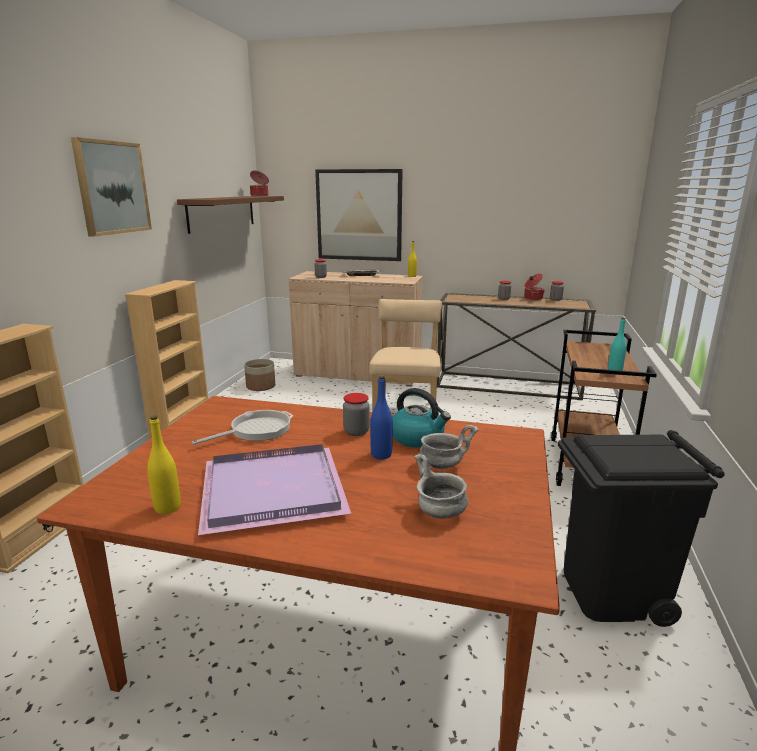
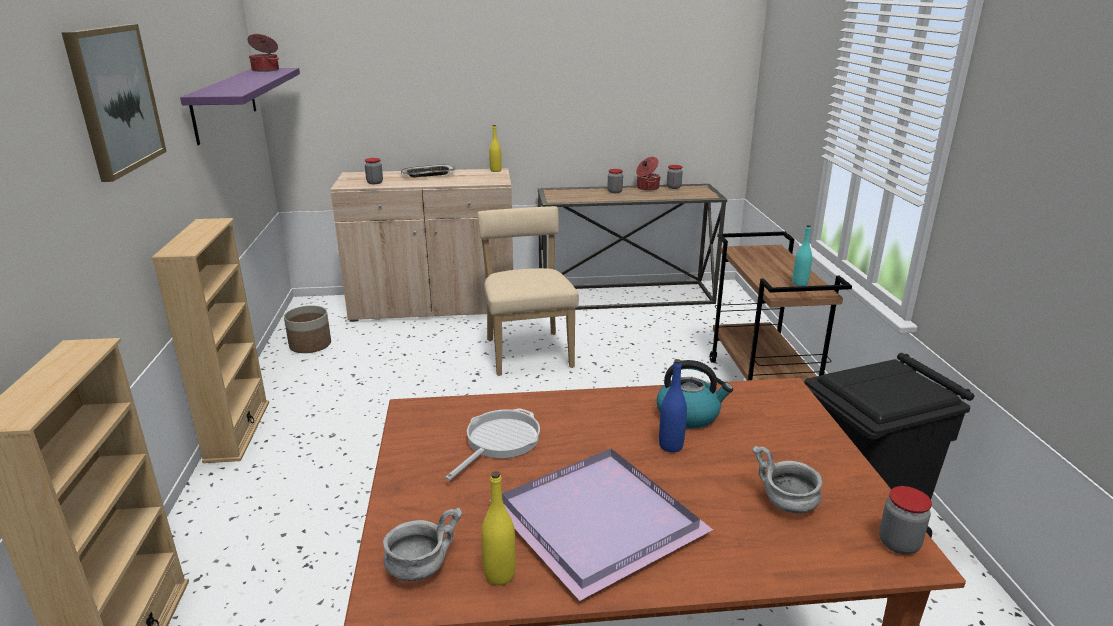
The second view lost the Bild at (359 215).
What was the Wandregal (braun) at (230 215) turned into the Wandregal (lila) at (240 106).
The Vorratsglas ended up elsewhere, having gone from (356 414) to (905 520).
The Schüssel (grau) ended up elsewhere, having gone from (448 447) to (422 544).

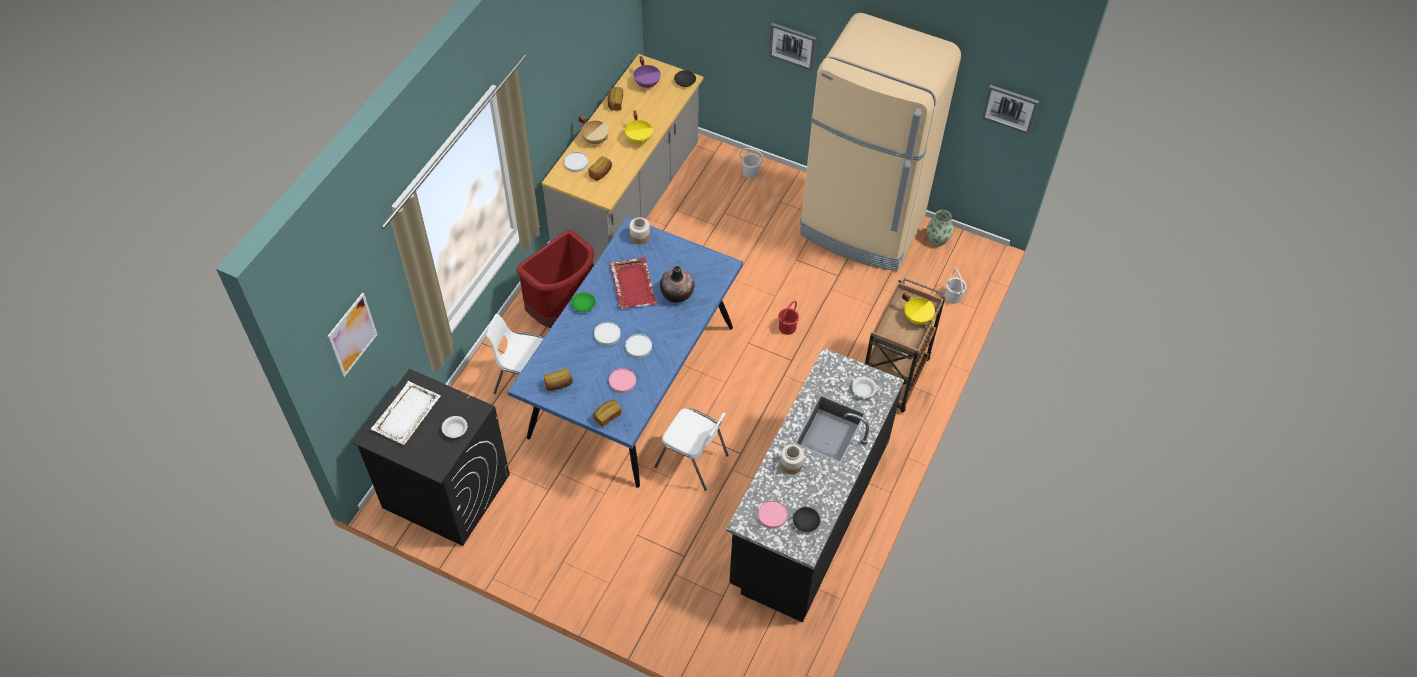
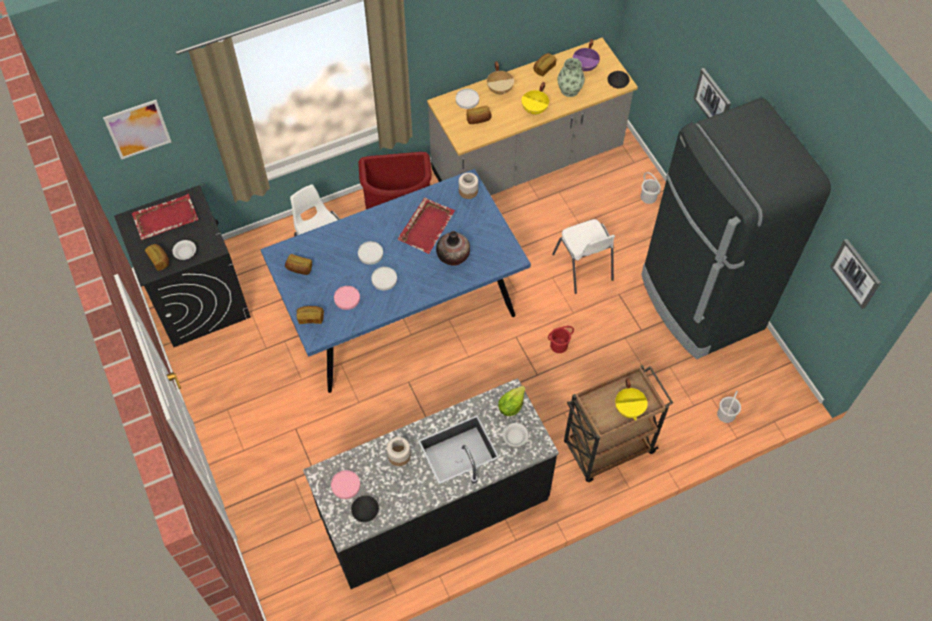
What was the Kühlschrank (beige) at (880 142) turned into the Kühlschrank (schwarz) at (736 228).
The Vase ended up elsewhere, having gone from (940 228) to (571 77).
The second view lost the Schüssel (grün) at (583 302).
What was the Tablett (weiß) at (406 413) turned into the Tablett (rot) at (165 217).
The Stuhl (weiß) ended up elsewhere, having gone from (692 450) to (583 256).
The second view gained the Brot at (157 257).
The second view gained the Salatkopf at (511 401).

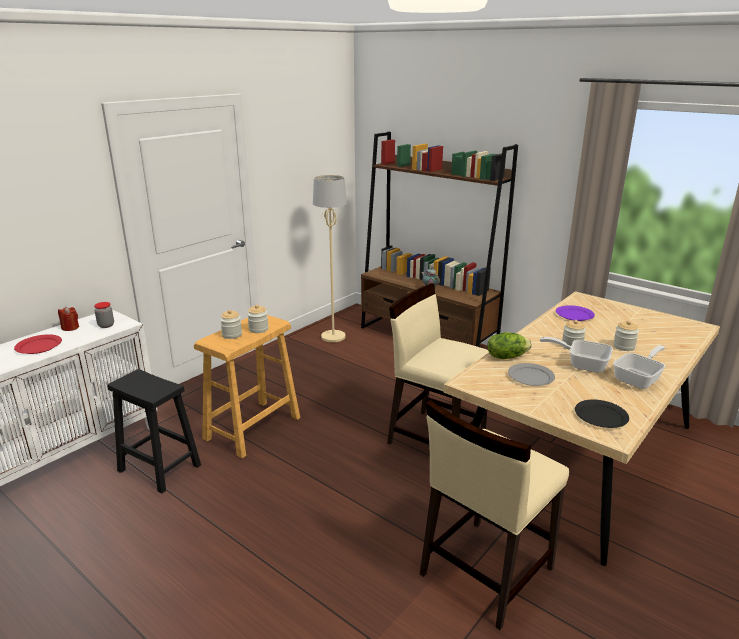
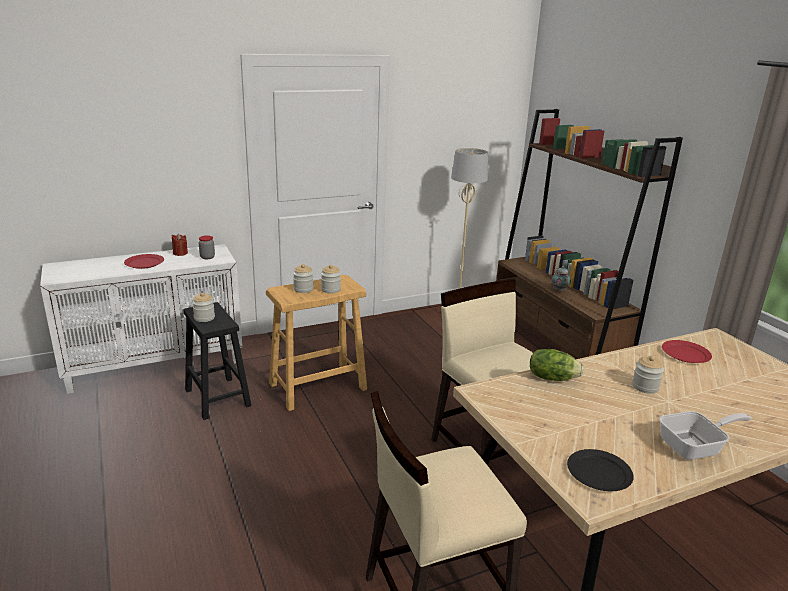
What was the Teller (lila) at (575 313) turned into the Teller (rot) at (687 351).
The Vorratsglas ended up elsewhere, having gone from (626 335) to (203 307).
The second view lost the Pfanne at (576 355).
The second view lost the Teller (grau) at (531 374).

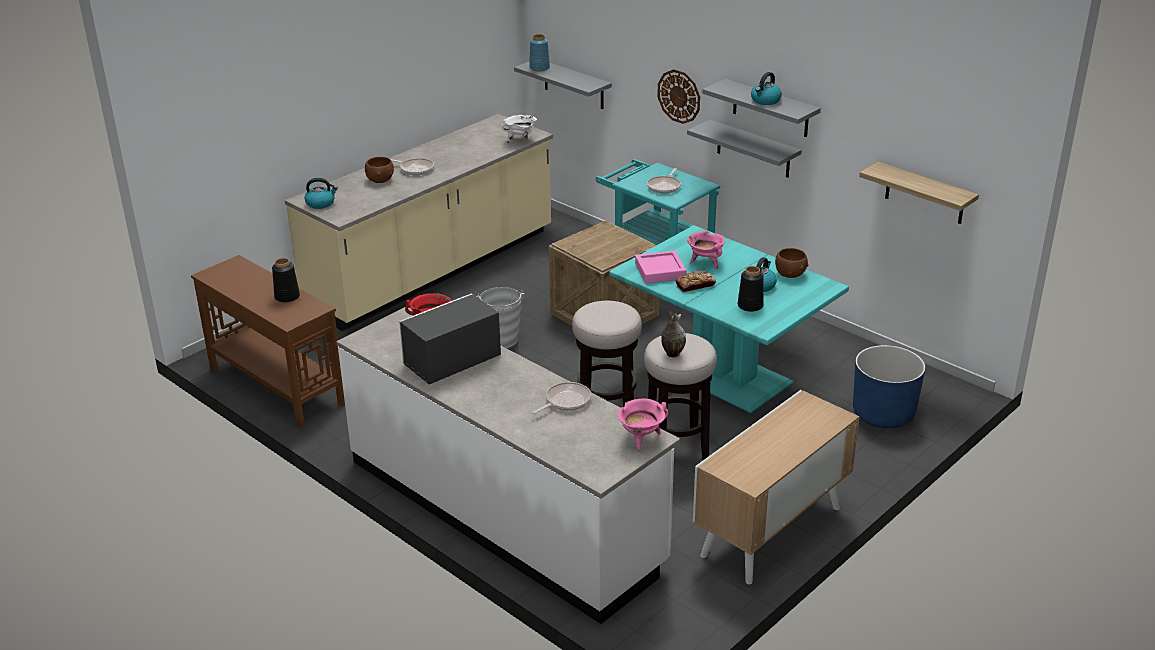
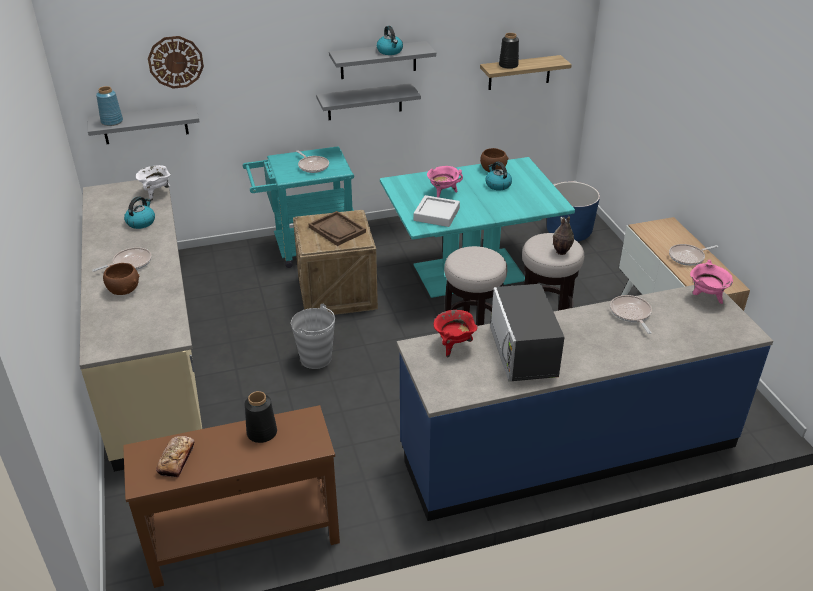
The Wanduhr ended up elsewhere, having gone from (678 96) to (176 62).
The Wasserkessel ended up elsewhere, having gone from (321 193) to (139 212).
What was the Tablett (rosa) at (661 267) turned into the Tablett (grau) at (437 211).
The Vase (schwarz) ended up elsewhere, having gone from (751 289) to (509 51).
The Brot ended up elsewhere, having gone from (696 281) to (175 457).
What was the Küchenzeile (weiß) at (508 465) turned into the Küchenzeile (blau) at (585 403).
The second view gained the Tablett (braun) at (337 228).
The second view gained the Pfanne at (693 255).

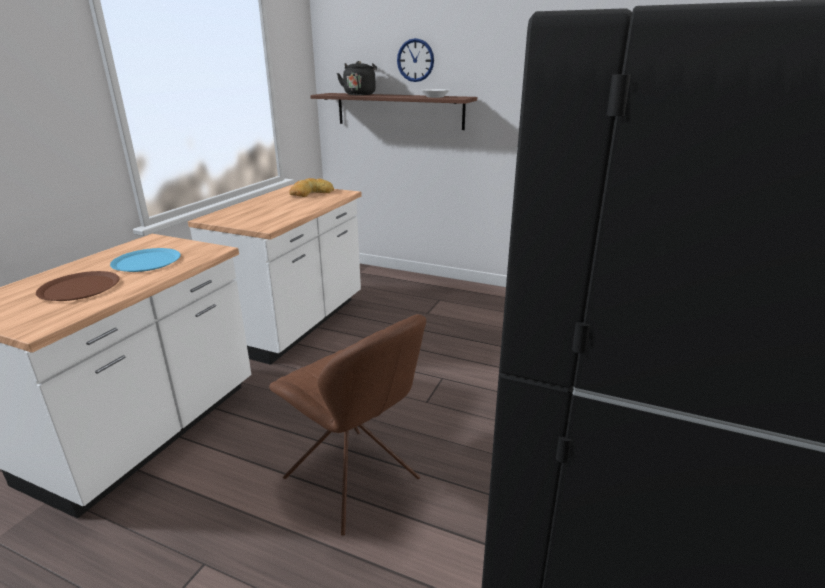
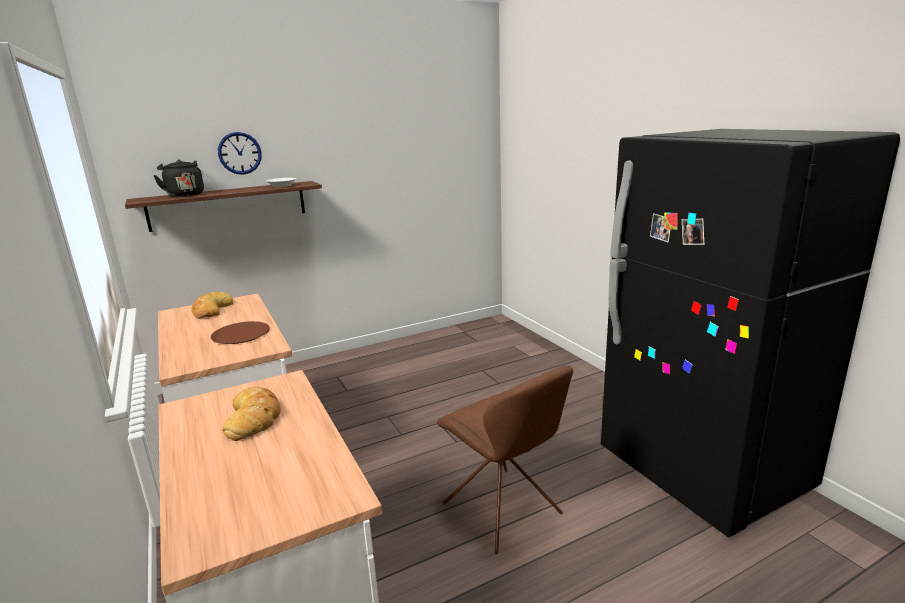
Where the Teller (blau) stood at (145 260), the Brot came to stand at (251 414).
The Teller (braun) ended up elsewhere, having gone from (77 286) to (240 332).
The Stuhl (braun) at (347 425) ended up facing another way, 60 degrees clockwise from before.

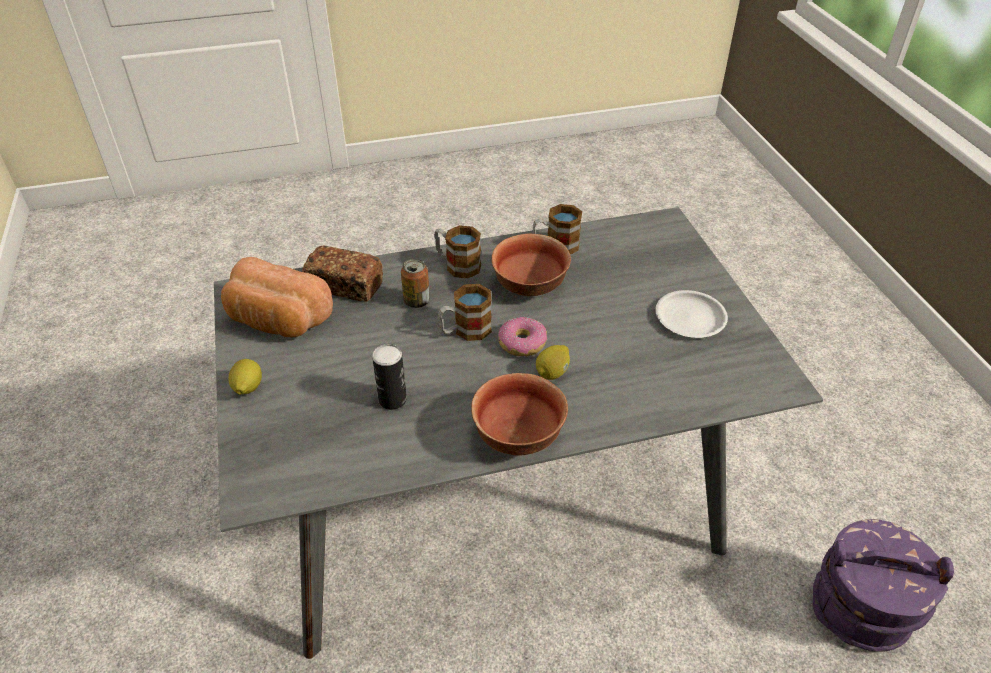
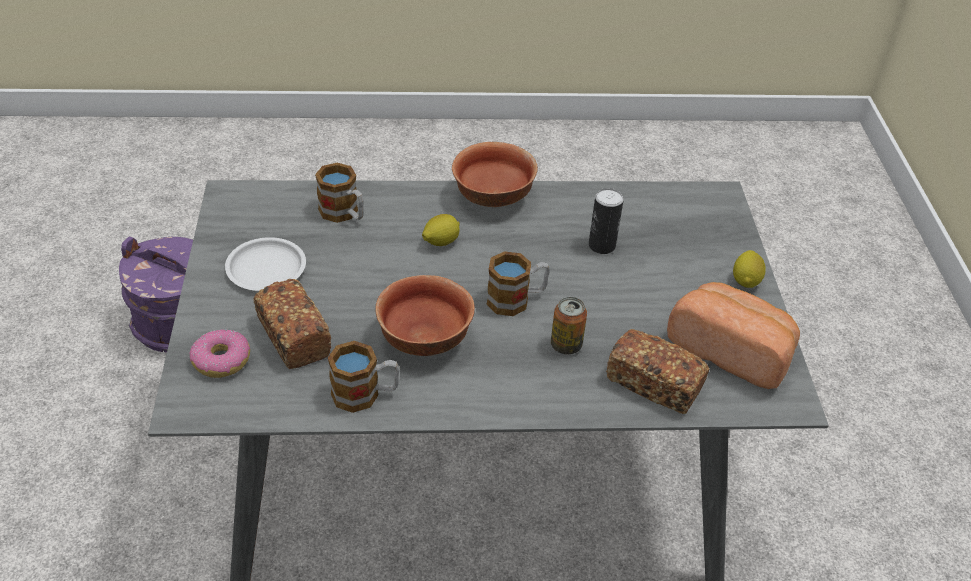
The Henkelbecher ended up elsewhere, having gone from (457 251) to (339 193).
The Donut ended up elsewhere, having gone from (522 336) to (220 353).
The second view gained the Brot at (292 324).

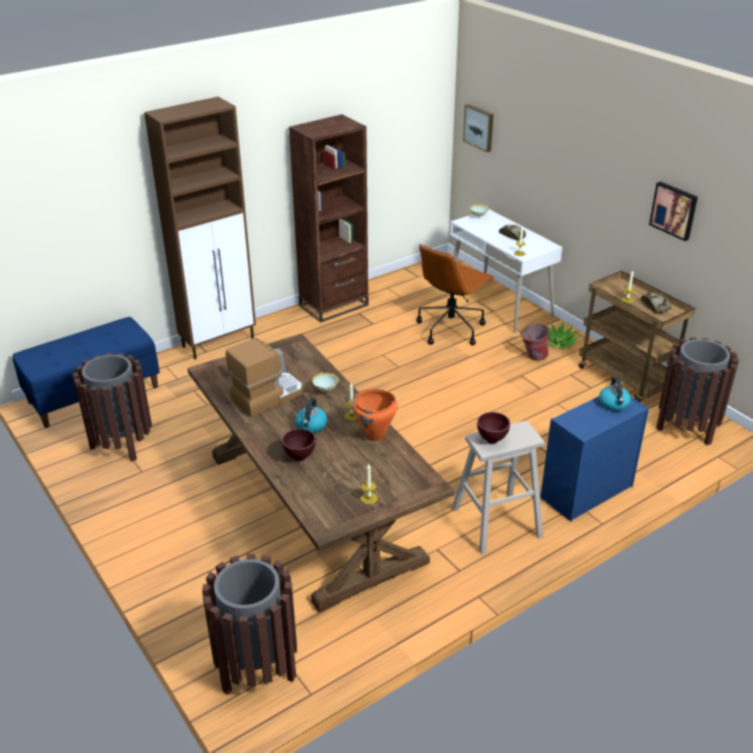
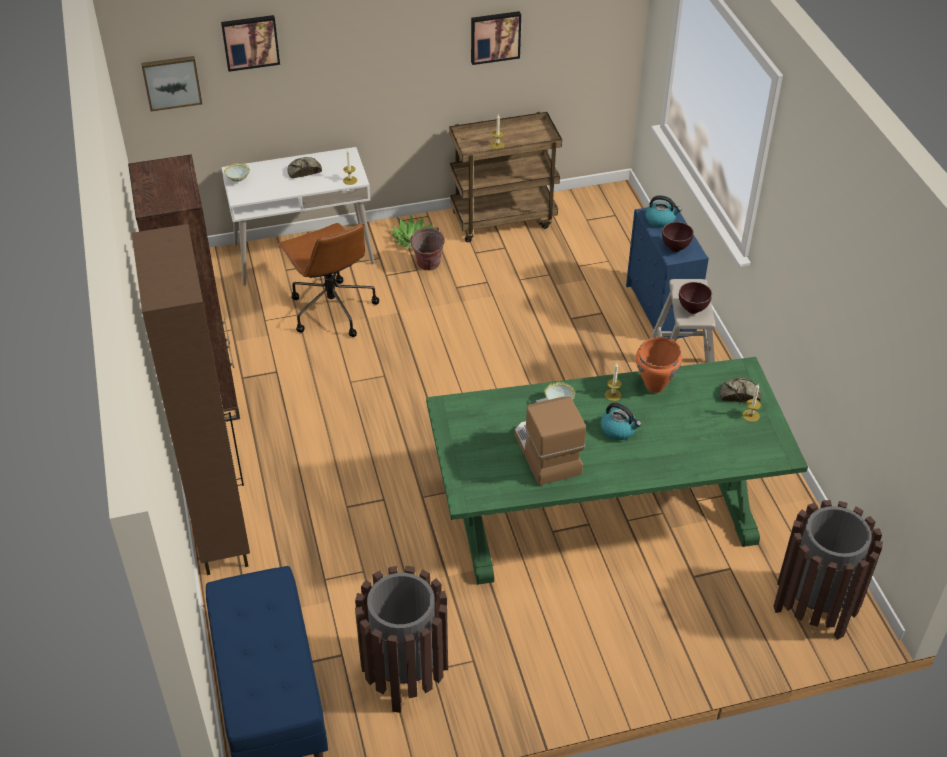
The Brot ended up elsewhere, having gone from (656 303) to (740 390).
What was the Esstisch (braun) at (320 473) turned into the Esstisch (grün) at (617 471).
The second view lost the Mülleimer (braun) at (697 391).
The Schüssel (braun) ended up elsewhere, having gone from (299 445) to (678 237).
The second view gained the Bild at (250 43).

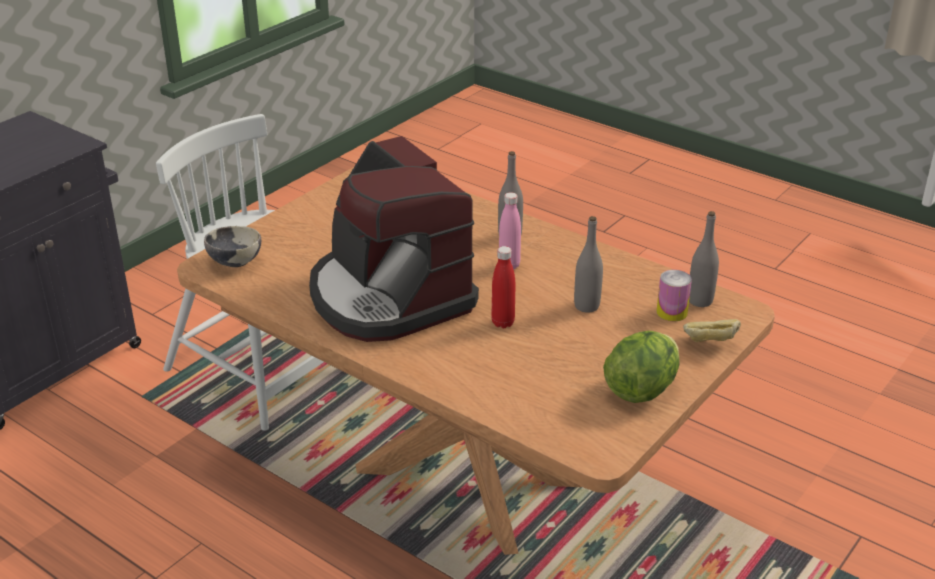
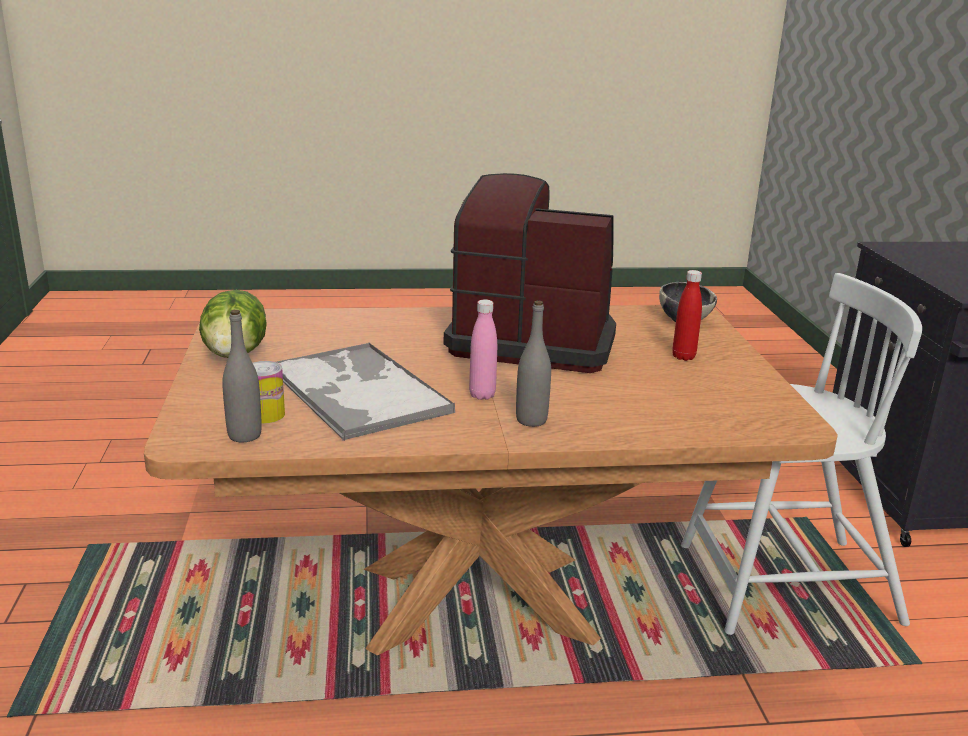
Where the Flasche (grau) stood at (588 264), the Tablett came to stand at (366 392).
The Flasche (rot) ended up elsewhere, having gone from (503 287) to (687 315).
The second view lost the Brot at (712 330).

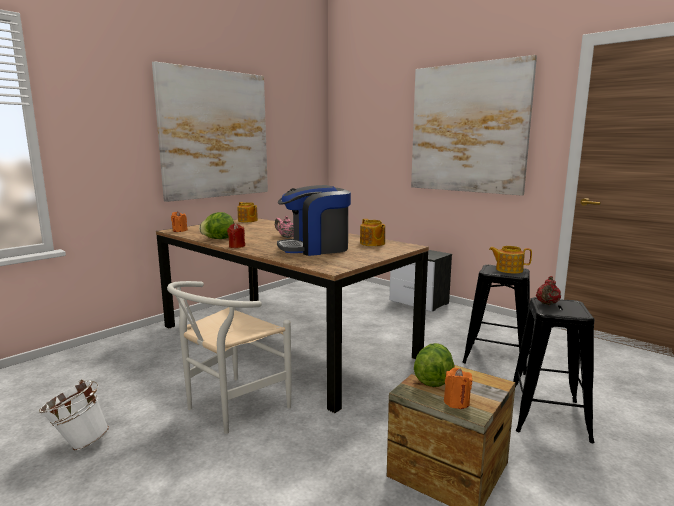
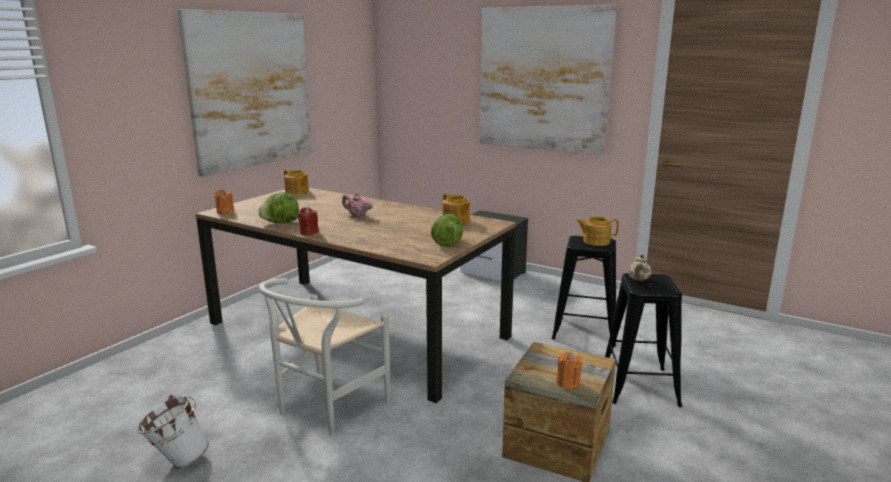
The second view lost the Kaffeemaschine at (314 220).
What was the Teekanne (rot) at (548 290) turned into the Teekanne (beige) at (639 268).
The Salatkopf ended up elsewhere, having gone from (434 365) to (447 230).

